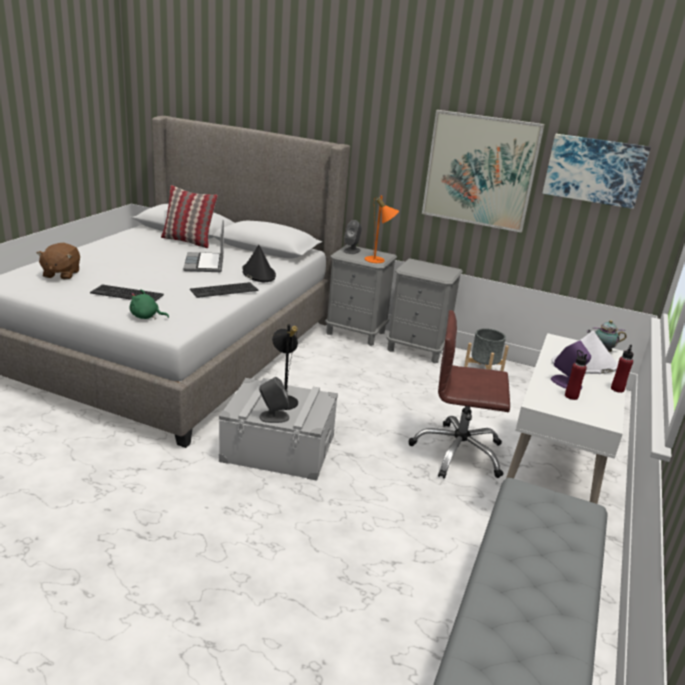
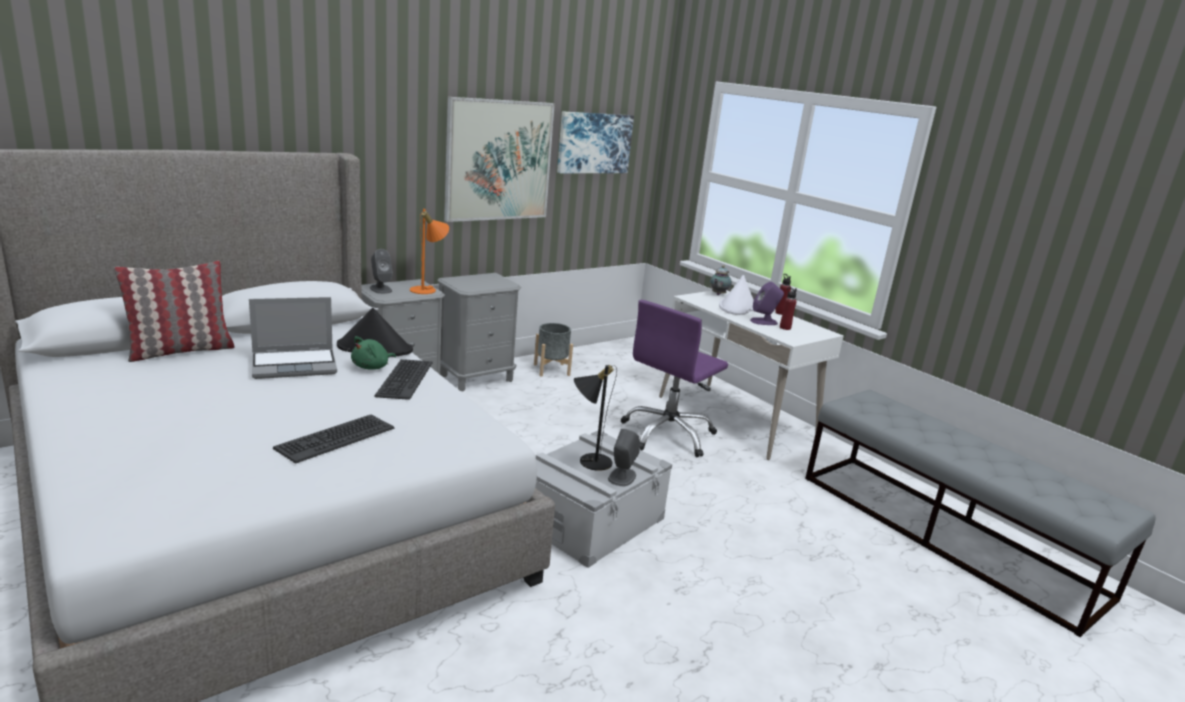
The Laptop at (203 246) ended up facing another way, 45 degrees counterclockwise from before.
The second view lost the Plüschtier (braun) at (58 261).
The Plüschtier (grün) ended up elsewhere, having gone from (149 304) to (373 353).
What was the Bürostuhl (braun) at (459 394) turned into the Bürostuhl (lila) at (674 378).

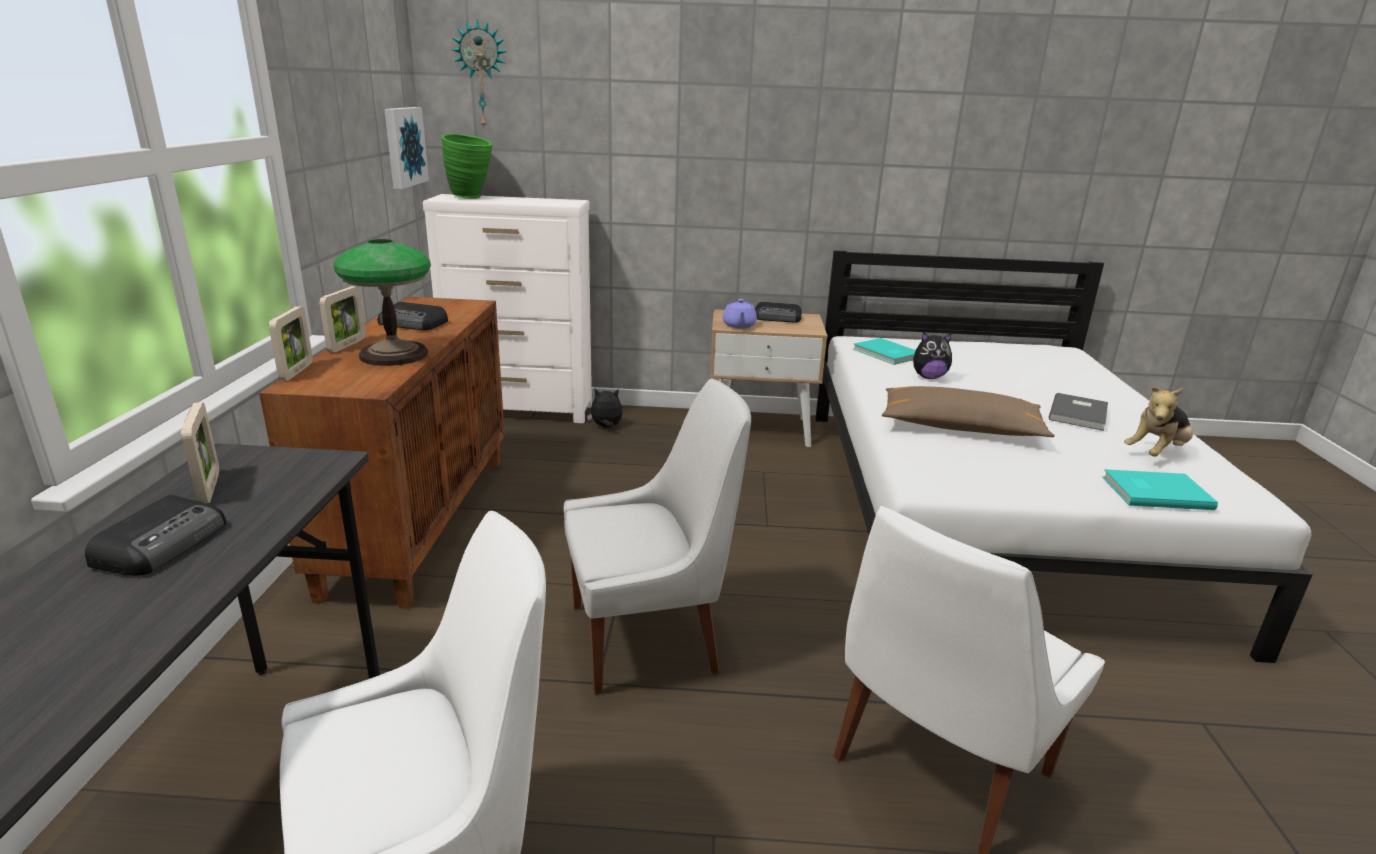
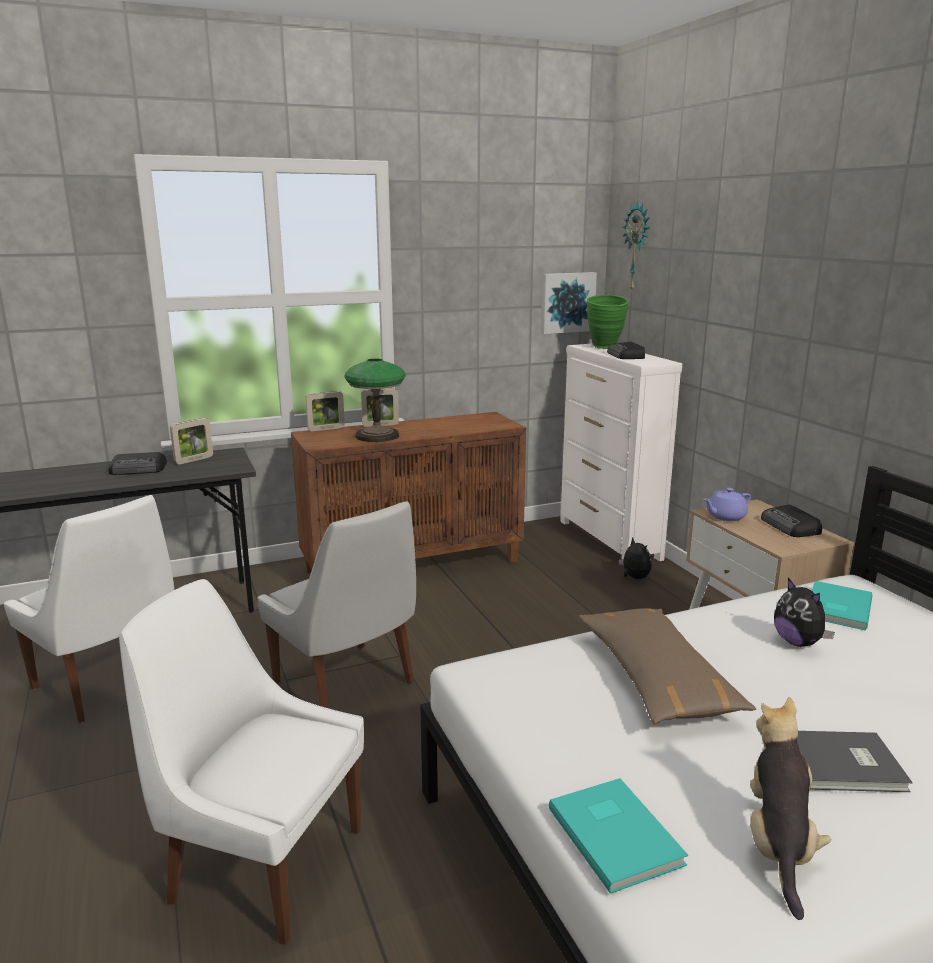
The Radio ended up elsewhere, having gone from (413 316) to (626 350).
The Plüschtier at (1158 422) ended up facing another way, 75 degrees clockwise from before.

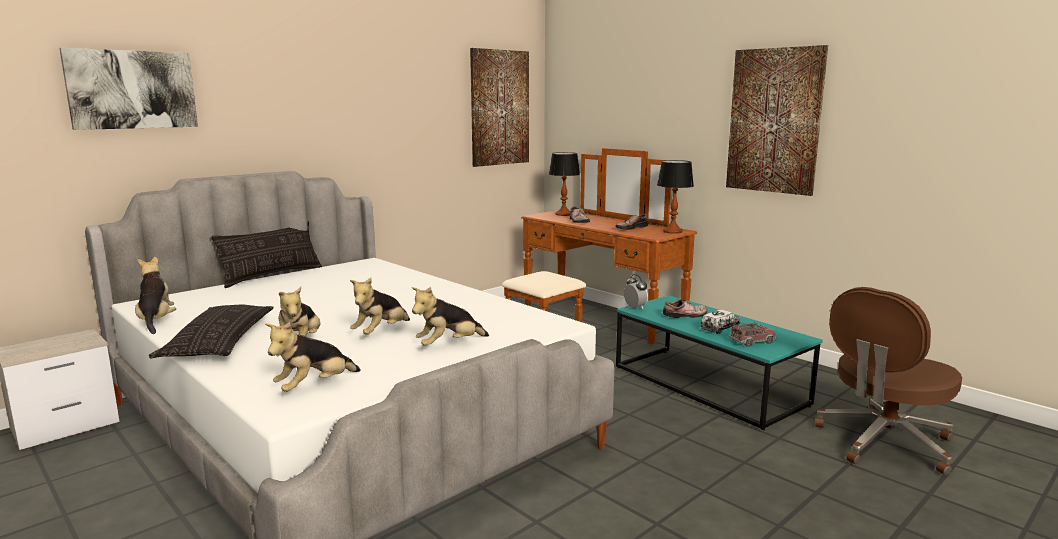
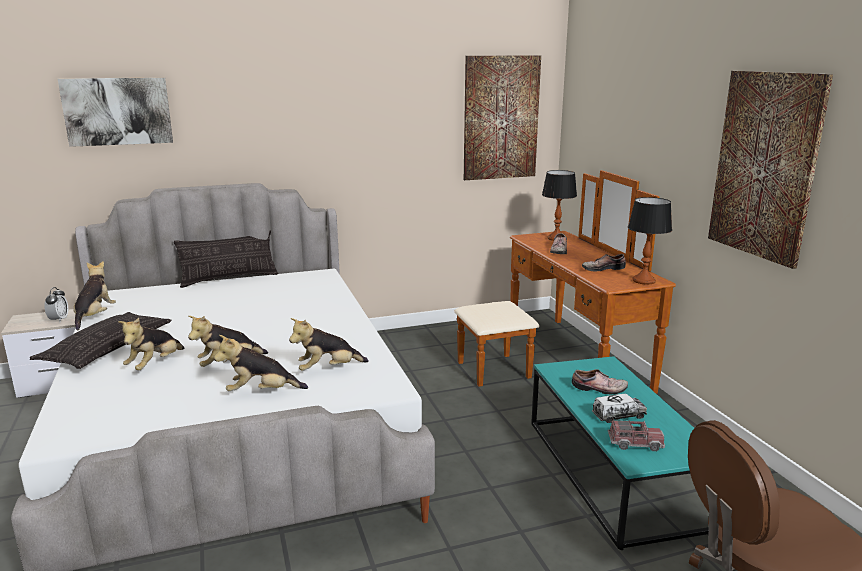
The Wecker ended up elsewhere, having gone from (636 291) to (56 304).
The Plüschtier ended up elsewhere, having gone from (313 357) to (329 344).

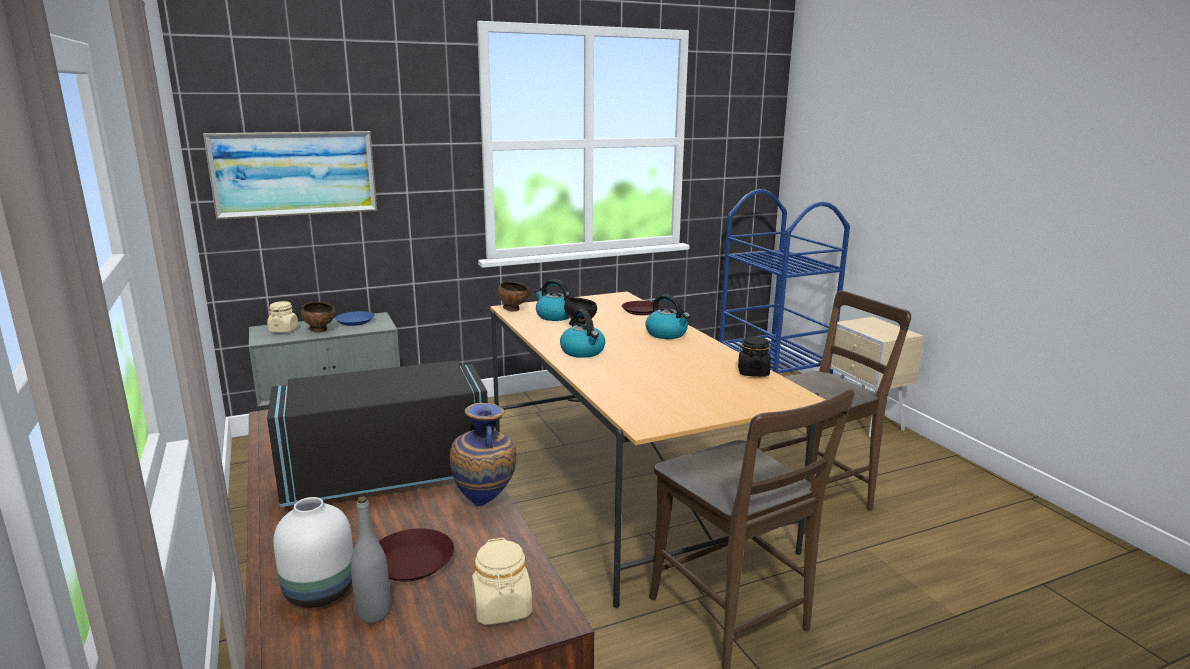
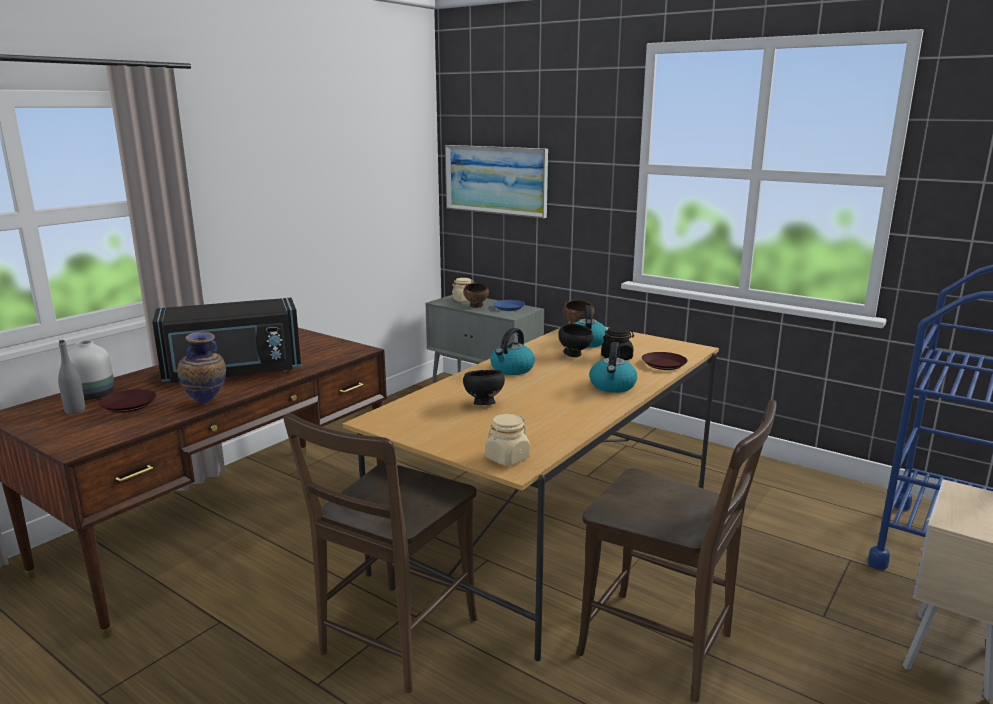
The Vorratsglas (schwarz) ended up elsewhere, having gone from (754 356) to (617 343).
The Mikrowelle (schwarz) at (377 434) ended up facing another way, 120 degrees clockwise from before.
The Vorratsglas (beige) ended up elsewhere, having gone from (502 581) to (507 440).
The second view gained the Schüssel (schwarz) at (484 387).

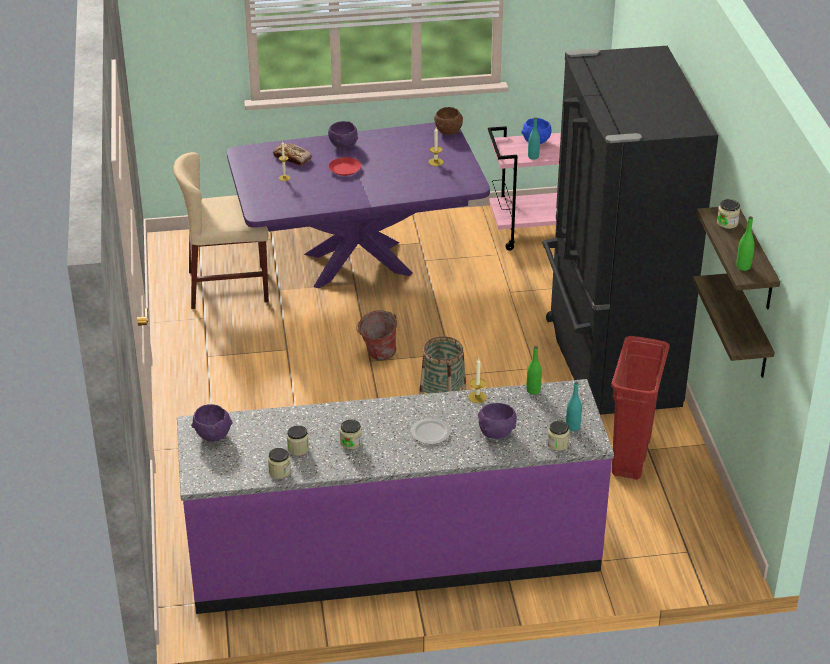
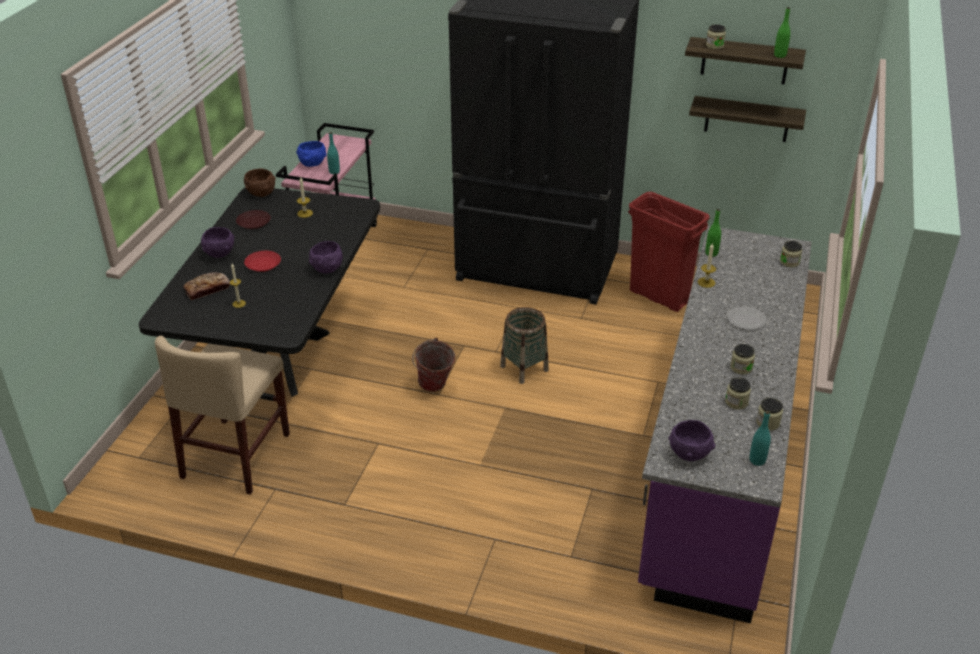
What was the Esstisch (lila) at (358 205) turned into the Esstisch (schwarz) at (259 292).
The Flasche (türkis) ended up elsewhere, having gone from (574 406) to (760 438).
The Schüssel (lila) ended up elsewhere, having gone from (497 421) to (326 257).
The second view gained the Teller (braun) at (253 219).

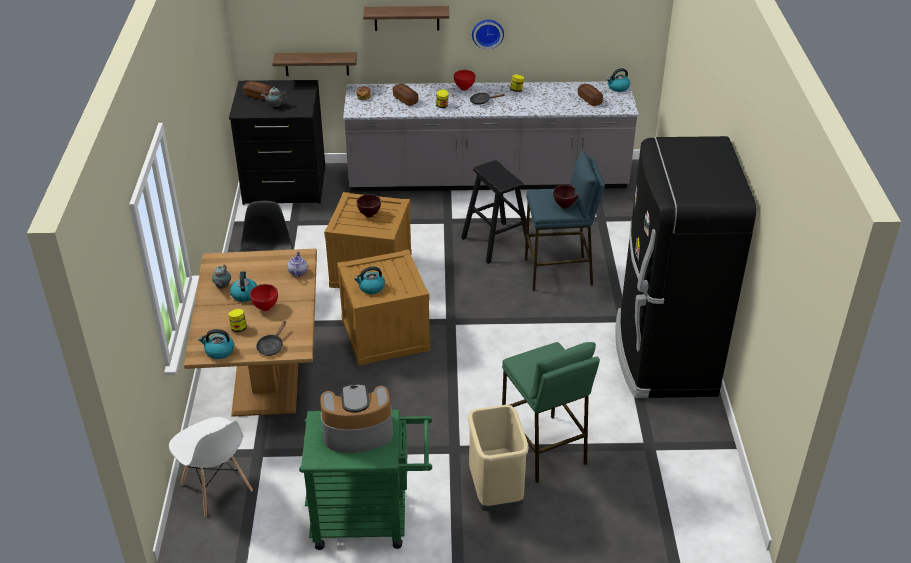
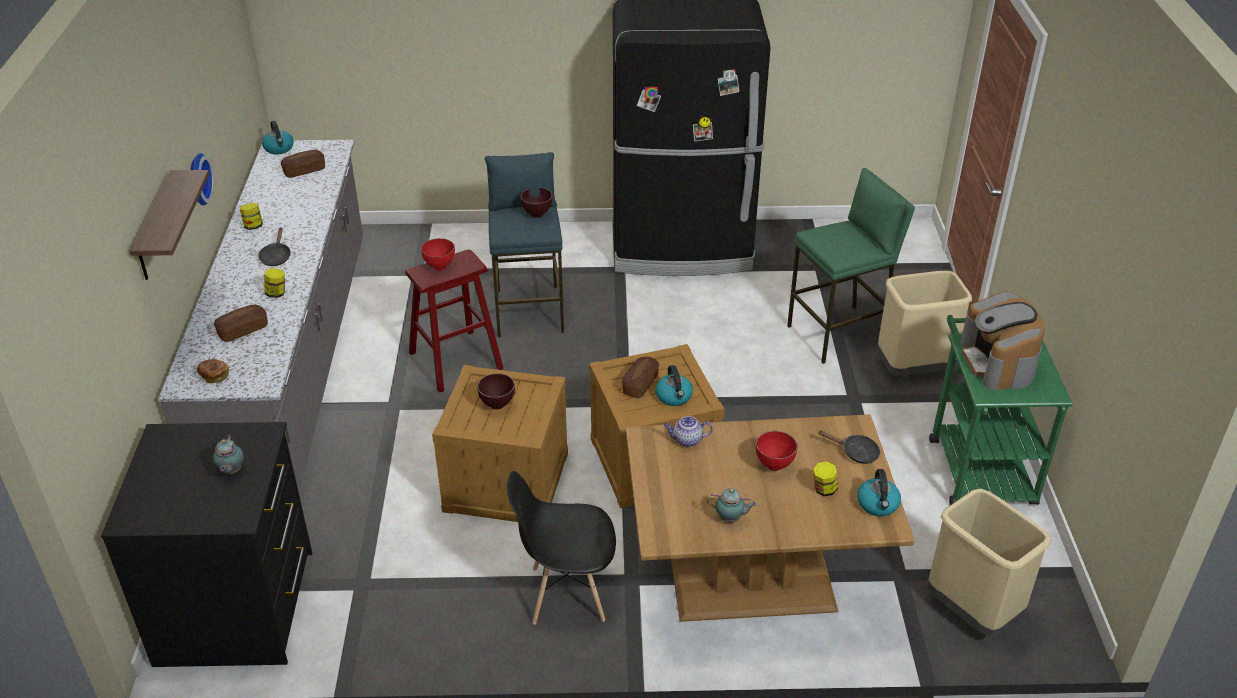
The second view lost the Wandregal at (314 64).
The Schüssel (rot) ended up elsewhere, having gone from (464 80) to (438 254).
The Brot ended up elsewhere, having gone from (257 90) to (640 377).
What was the Hocker (schwarz) at (496 212) turned into the Hocker (rot) at (454 321).
The second view lost the Wasserkessel at (244 286).
Where the Stuhl (weiß) stood at (211 467), the Mülleimer (beige) came to stand at (989 562).

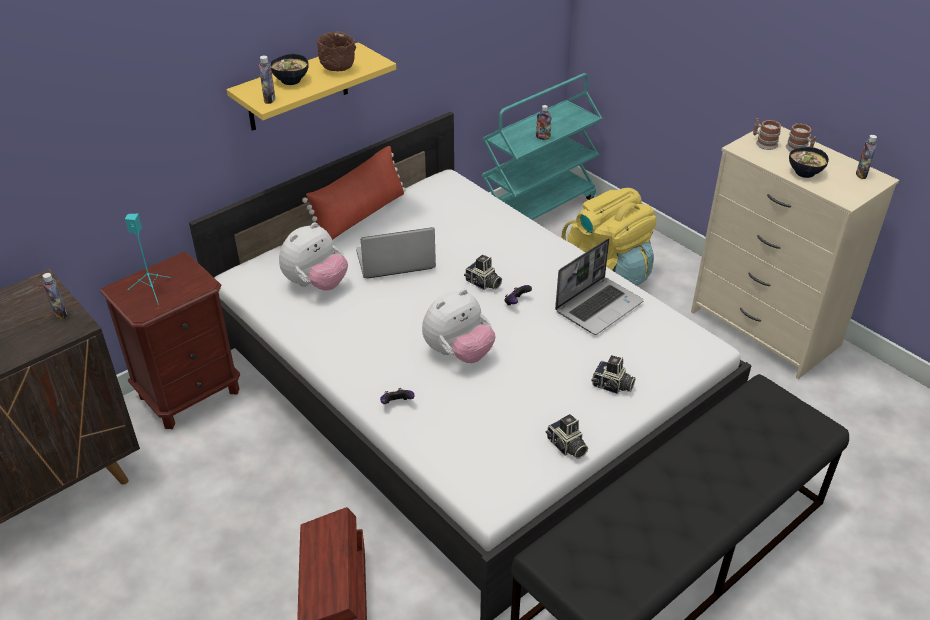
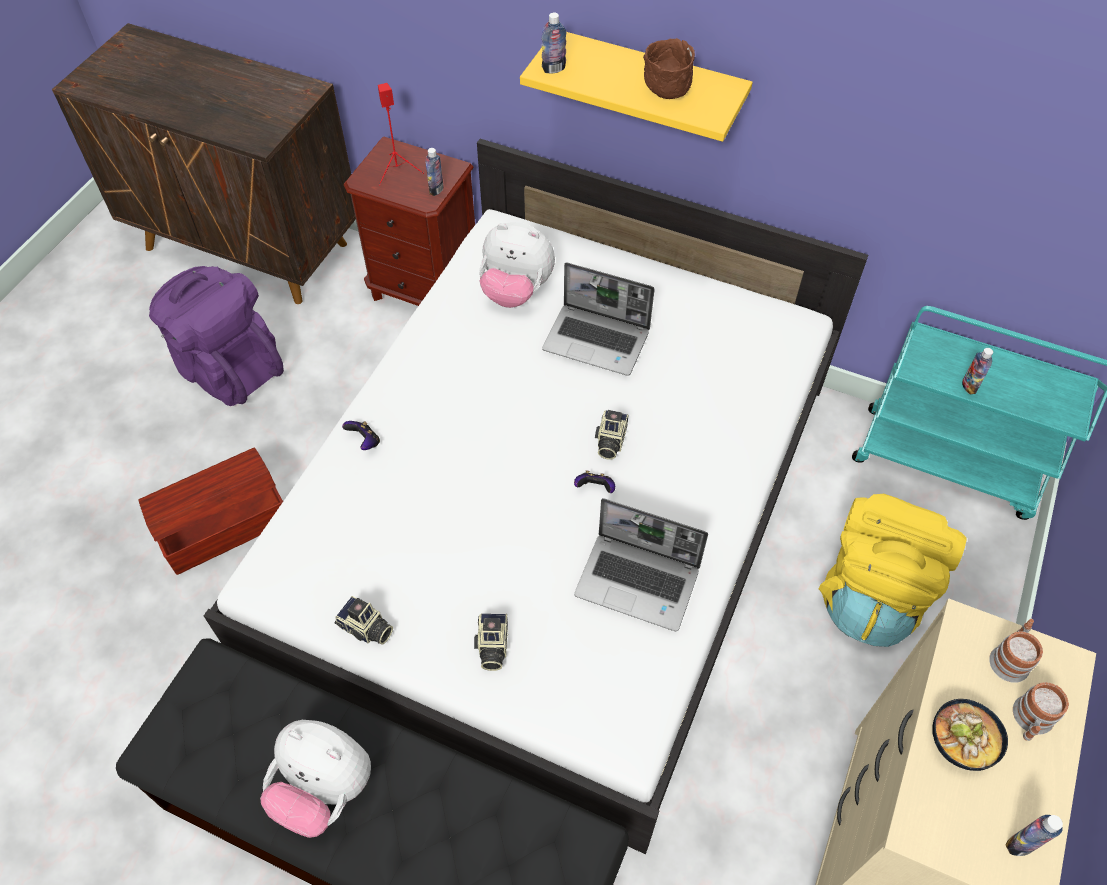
The second view lost the Schüssel at (289 69).
The second view lost the Kissen (rot) at (353 193).
What was the Lautsprecher (türkis) at (148 259) turned into the Lautsprecher (rot) at (401 134).
The Laptop at (396 252) ended up facing another way, 150 degrees clockwise from before.
The Flasche ended up elsewhere, having gone from (54 296) to (434 172).
The Plüschtier ended up elsewhere, having gone from (459 326) to (315 779).
The Kamera at (566 436) ended up facing another way, 90 degrees counterclockwise from before.
The second view gained the Rucksack (lila) at (216 336).

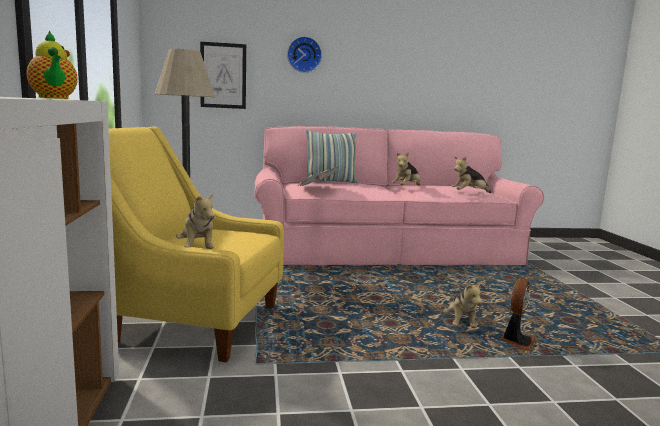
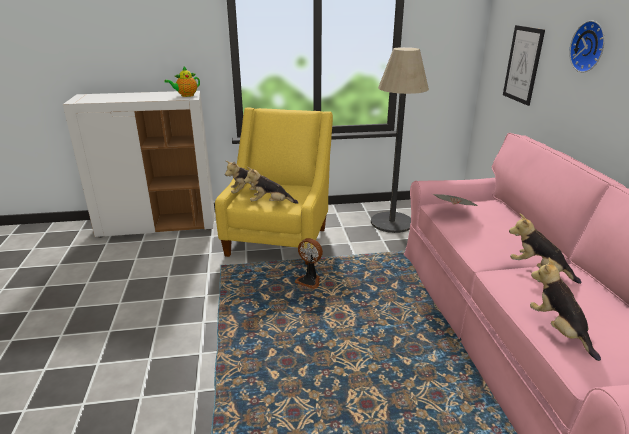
The second view lost the Kissen at (332 156).
The Ventilator ended up elsewhere, having gone from (518 314) to (309 263).
The Plüschtier ended up elsewhere, having gone from (462 304) to (271 185).

